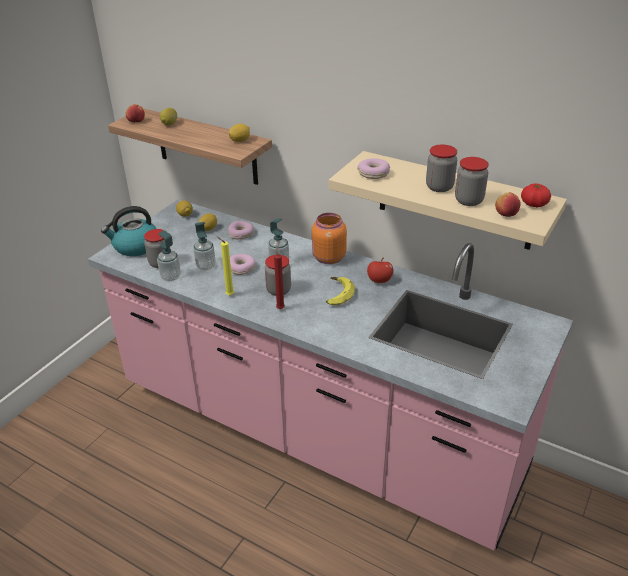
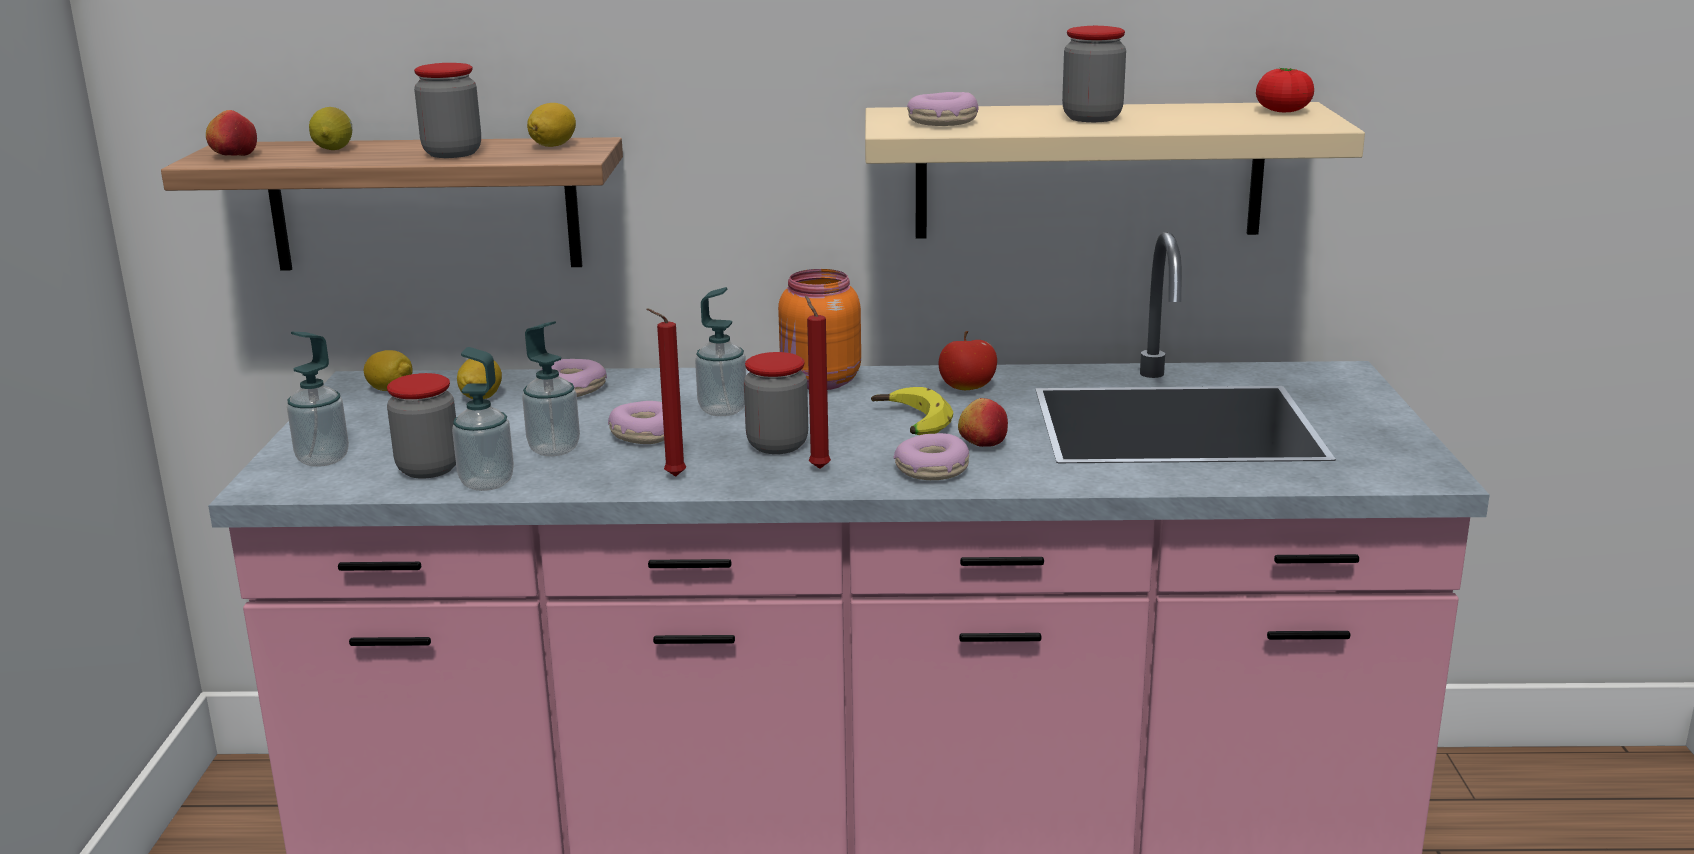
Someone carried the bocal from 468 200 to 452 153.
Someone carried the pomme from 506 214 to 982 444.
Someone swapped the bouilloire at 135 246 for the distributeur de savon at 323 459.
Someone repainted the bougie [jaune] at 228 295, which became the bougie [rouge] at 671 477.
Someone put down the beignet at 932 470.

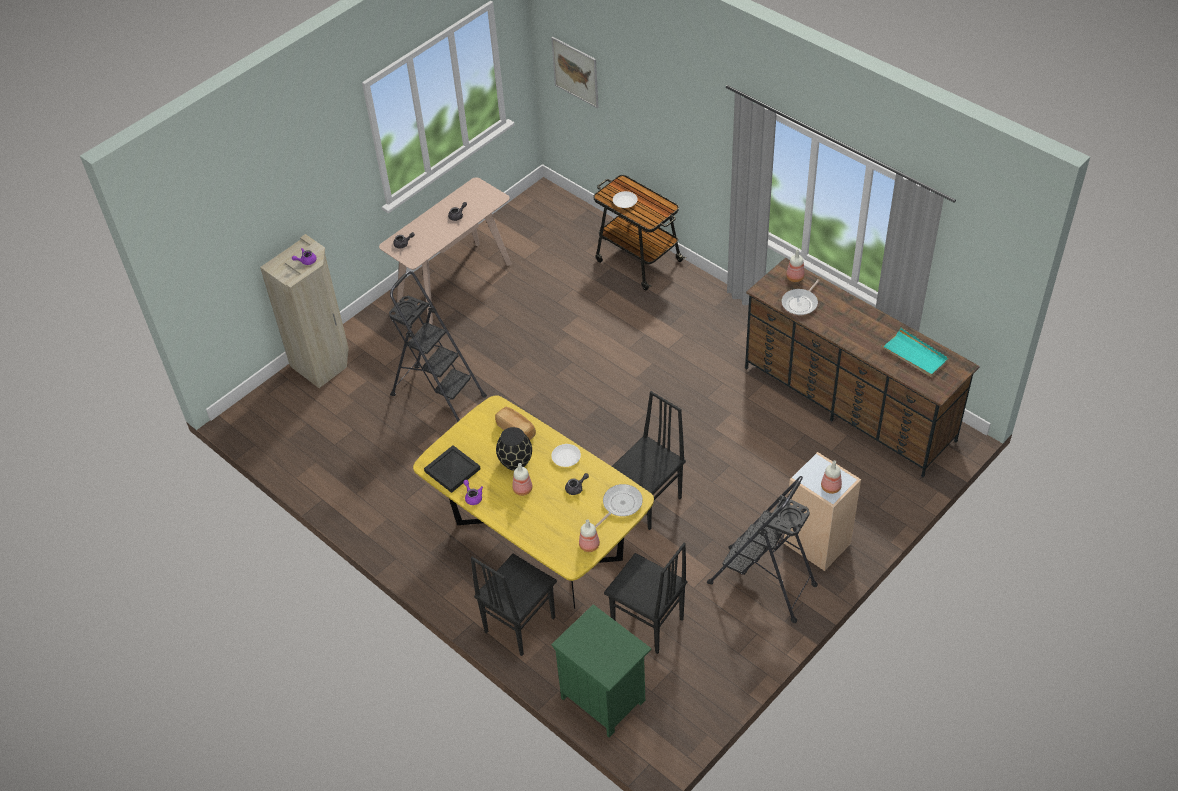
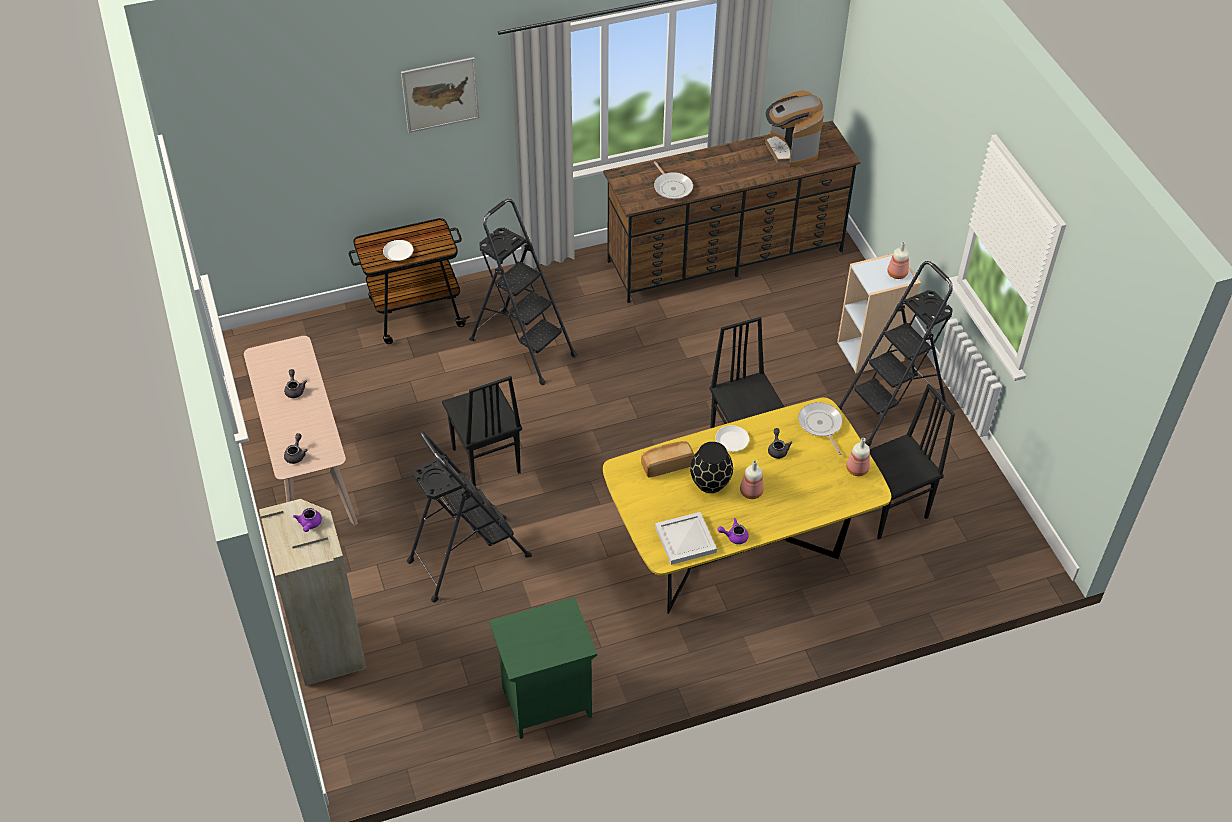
Someone carried the tableau from 575 72 to 440 94.
Someone took away the bouteille at 794 277.
Someone swapped the plateau [turquoise] at 914 355 for the machine à café at 791 149.
Someone repainted the plateau [noir] at 452 469, which became the plateau [blanc] at 684 539.
Someone carried the chaise [noir] from 518 625 to 485 461.
Someone carried the table de chevet [vert] from 604 697 to 544 700.
Someone put down the escabeau at 521 346.

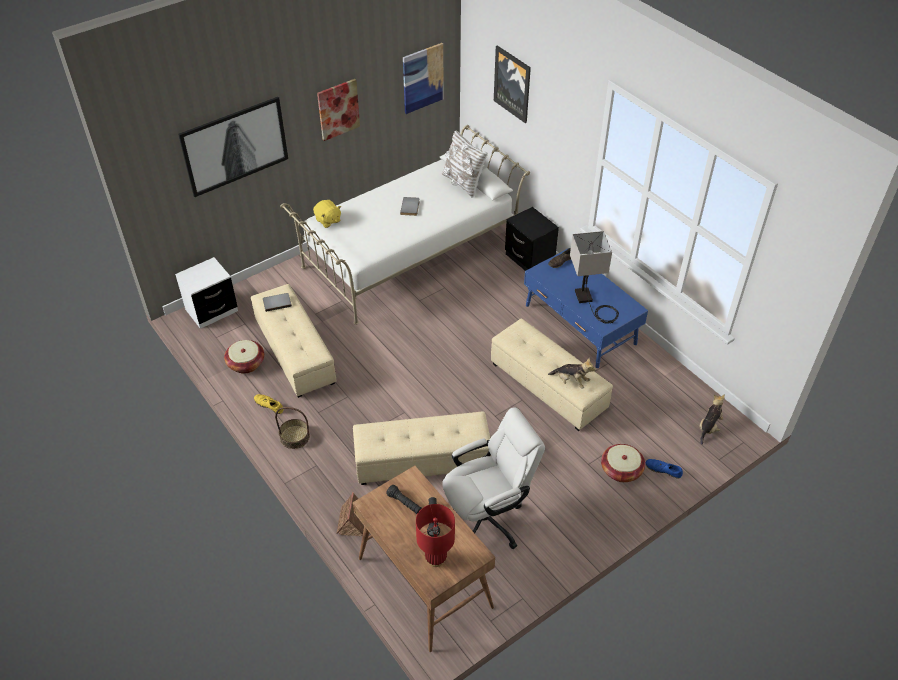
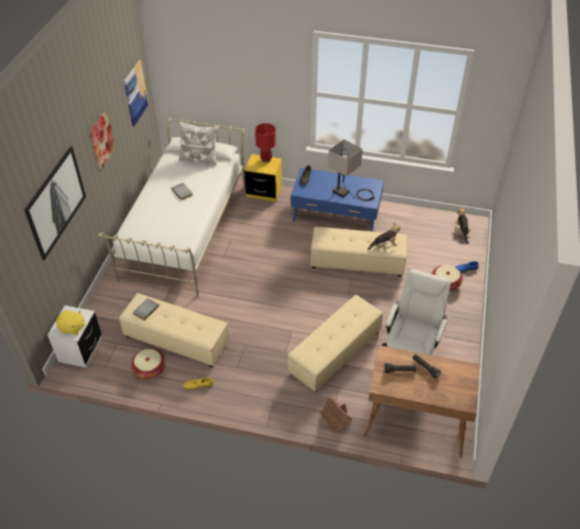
Someone took away the tableau at 512 84.
Someone carried the peluche [jaune] from 328 220 to 72 328.
Someone repainted the table de chevet [noir] at 529 258, which became the table de chevet [jaune] at 264 192.
Someone took away the panier at 294 437.
Someone carried the lampe de table [rouge] from 436 559 to 266 160.

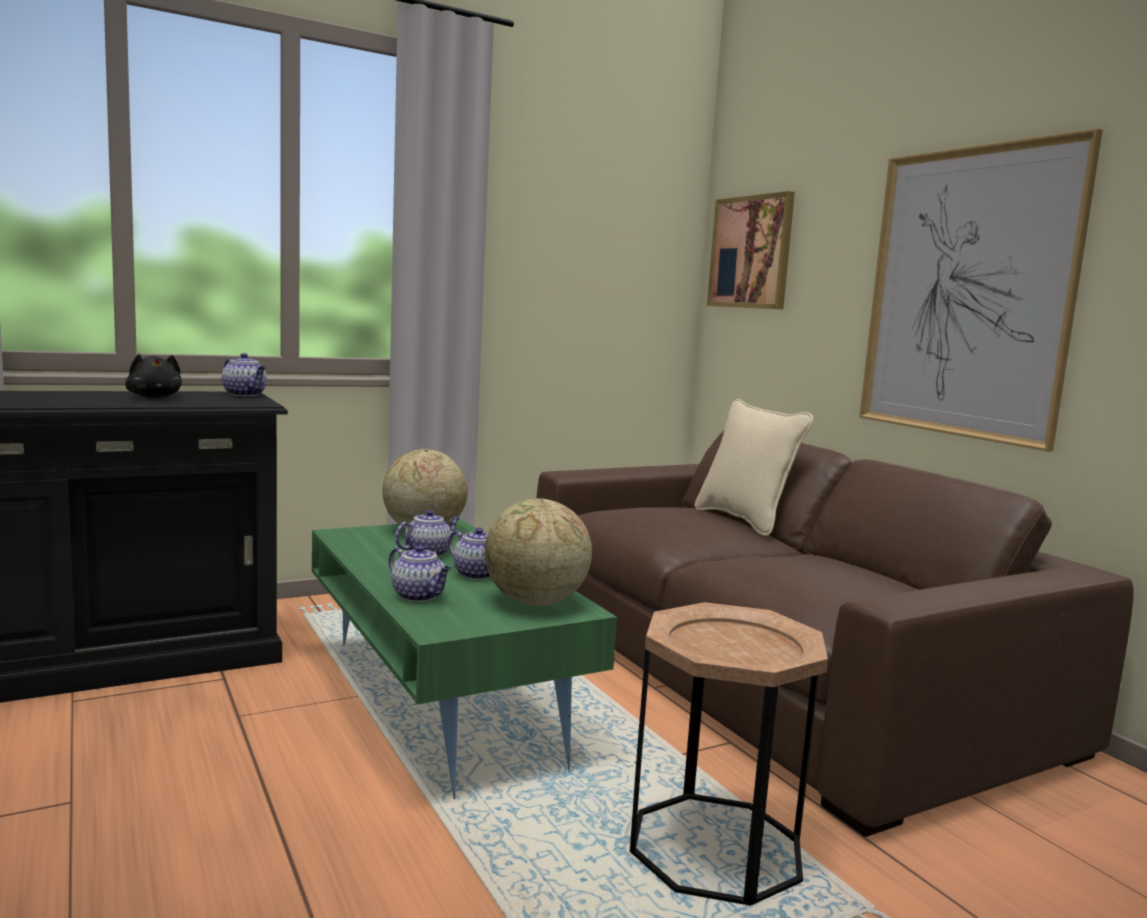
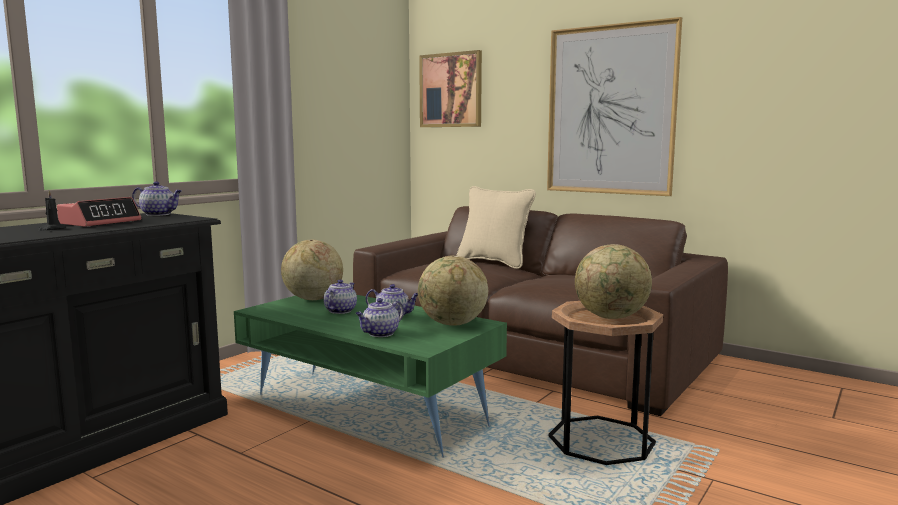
Someone swapped the peluche [noir] at 154 397 for the réveil at 100 222.
Someone rotated the théière at 419 596 by 120 degrees clockwise.
Someone put down the bougie [noir] at 52 229.
Someone put down the globe at 611 317.

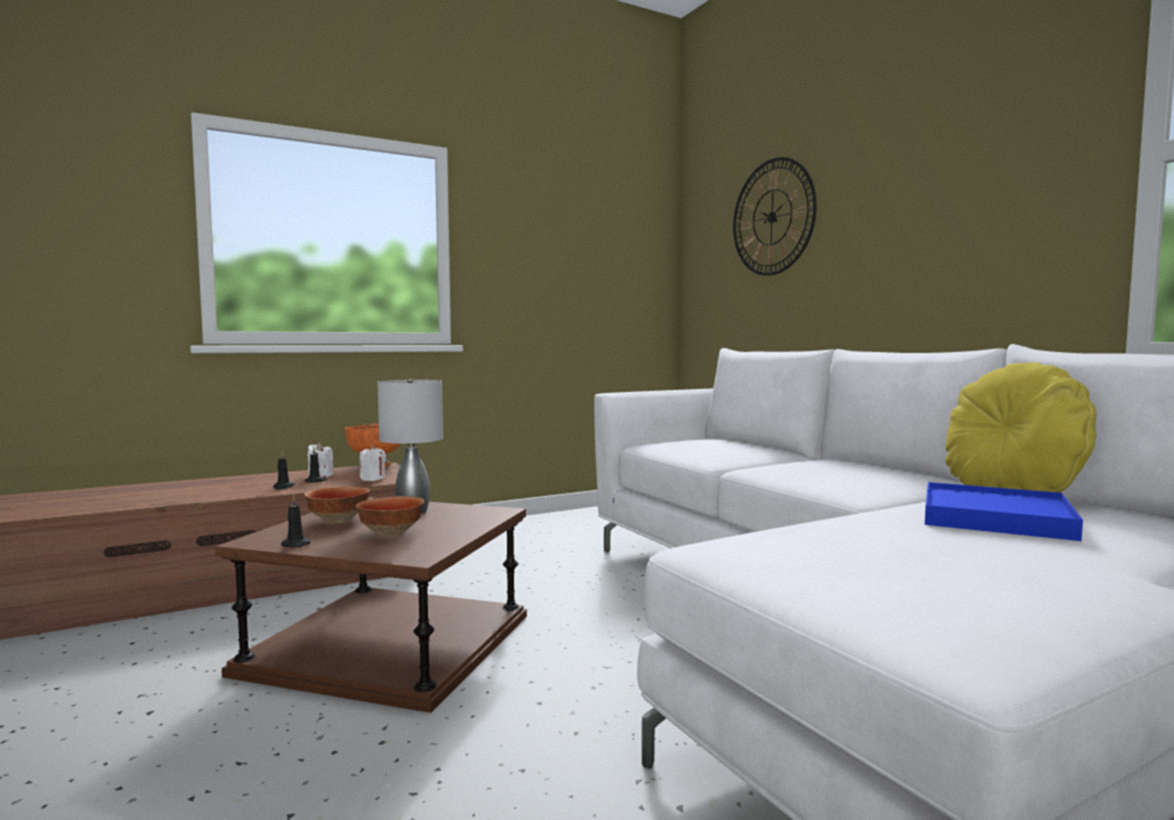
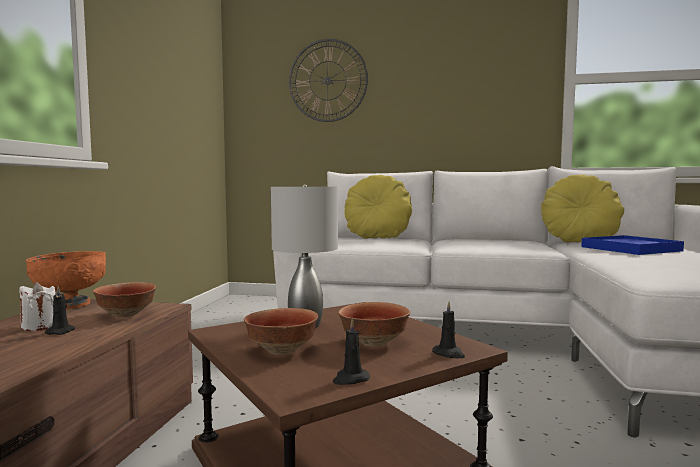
Someone swapped the bougie [blanc] at 372 479 for the bol at 127 314.
Someone carried the bougie [noir] from 283 487 to 449 354.
Someone put down the coussin [jaune] at 377 238.

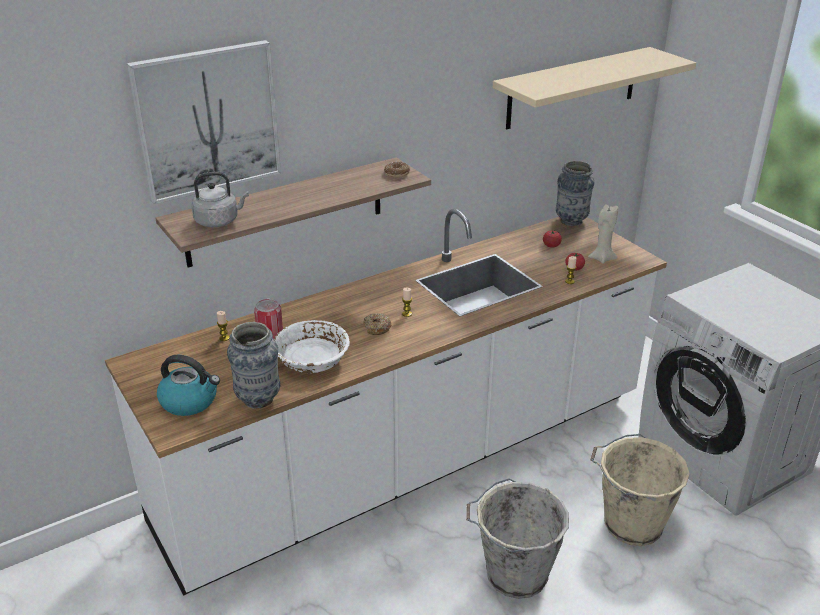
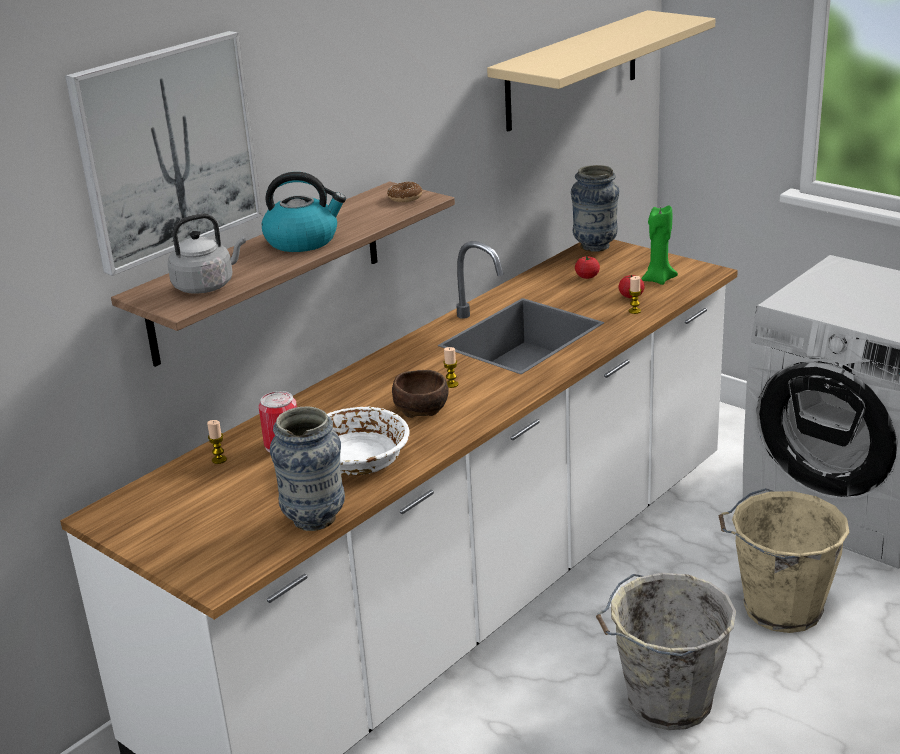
Someone repainted the bougie [beige] at 602 258, which became the bougie [vert] at 658 280.
Someone swapped the beignet at 377 328 for the bol [marron] at 422 408.
Someone carried the bouilloire from 190 401 to 303 241.

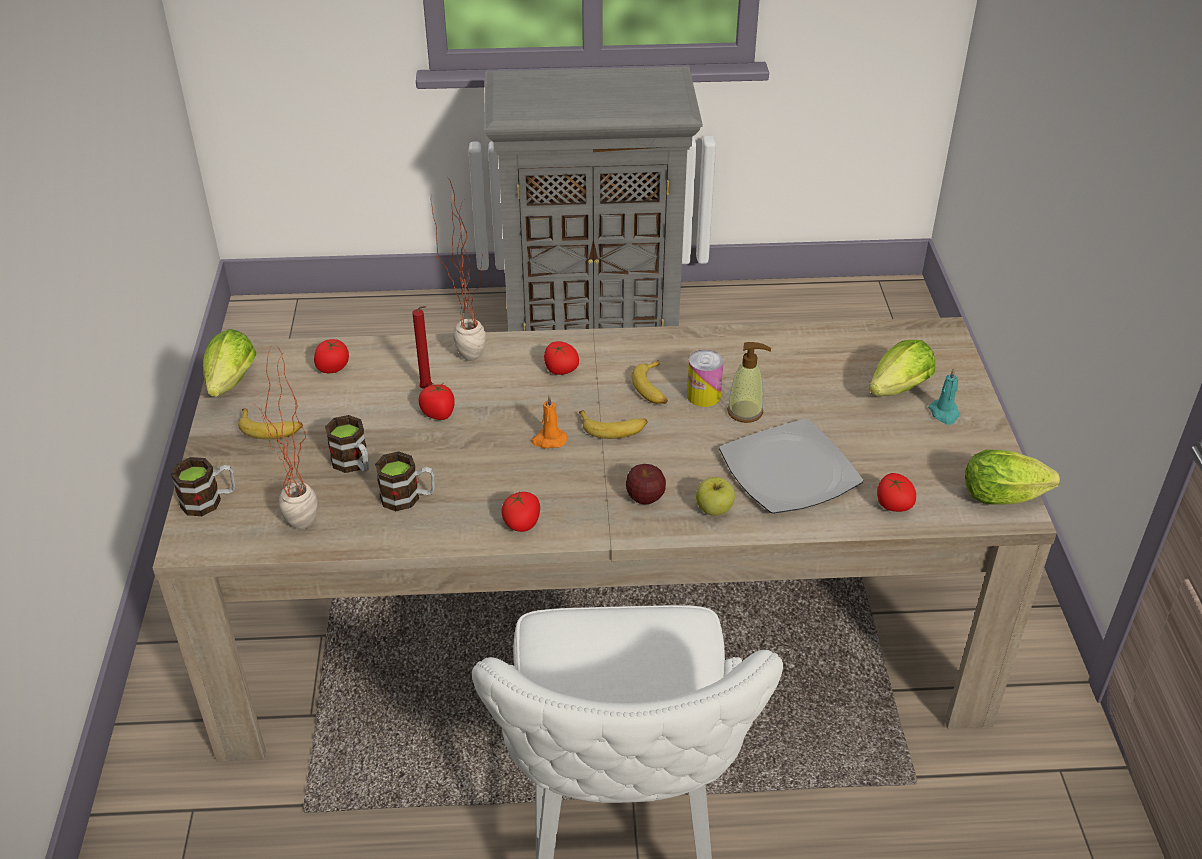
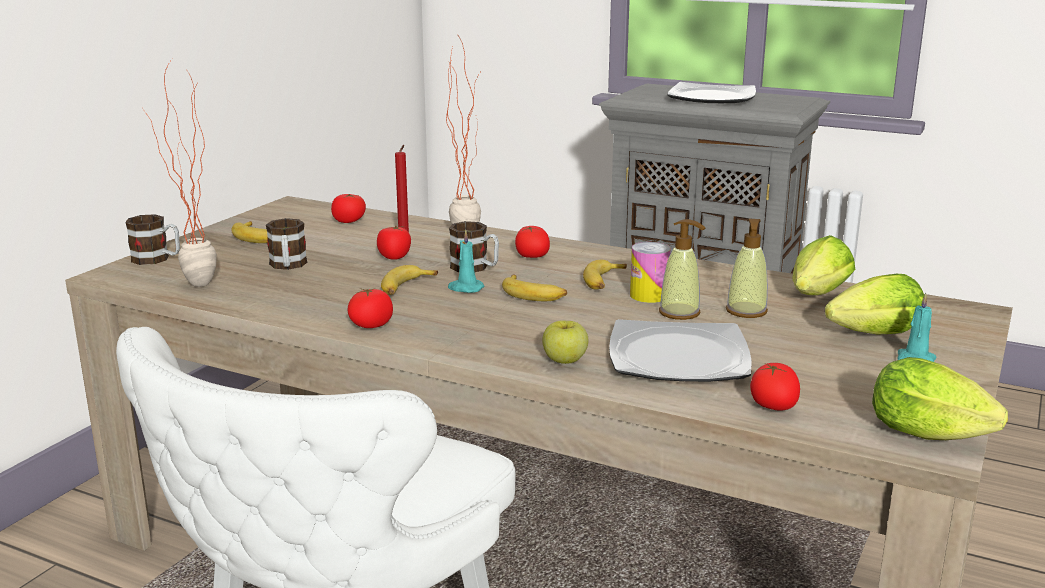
Someone carried the laitue from 230 386 to 816 297.
Someone repainted the bougie [orange] at 548 440, which became the bougie [turquoise] at 465 288.
Someone carried the mug from 408 497 to 475 268.
Someone took away the pomme at 645 498.
Someone put down the assiette at 712 97.
Someone put down the distributeur de savon at 746 311.
Someone put down the banane at 405 288.

